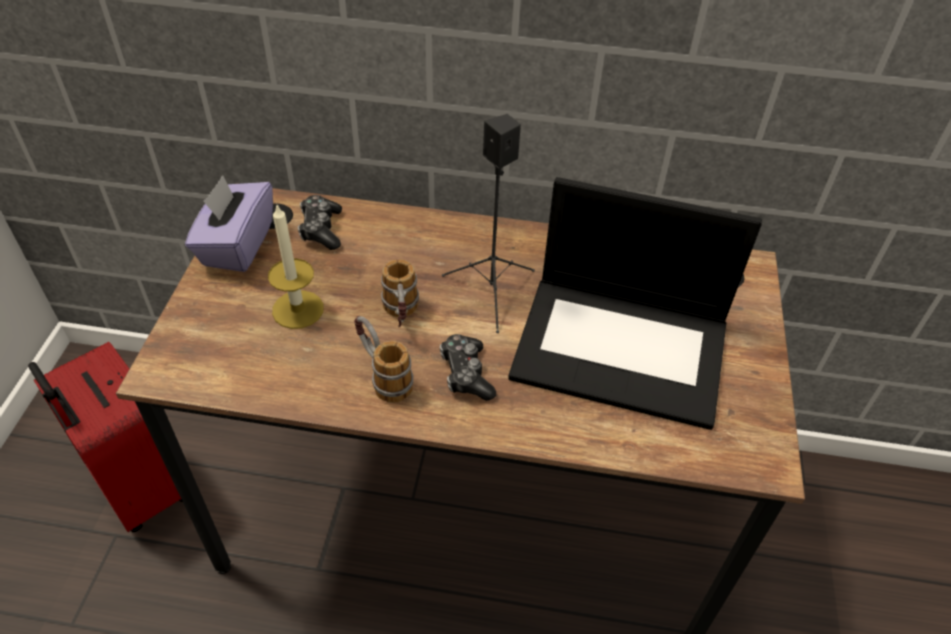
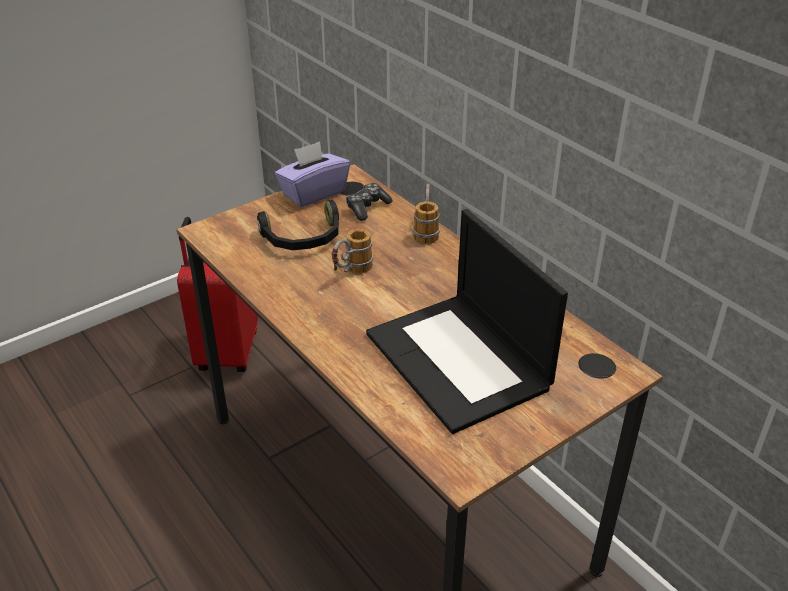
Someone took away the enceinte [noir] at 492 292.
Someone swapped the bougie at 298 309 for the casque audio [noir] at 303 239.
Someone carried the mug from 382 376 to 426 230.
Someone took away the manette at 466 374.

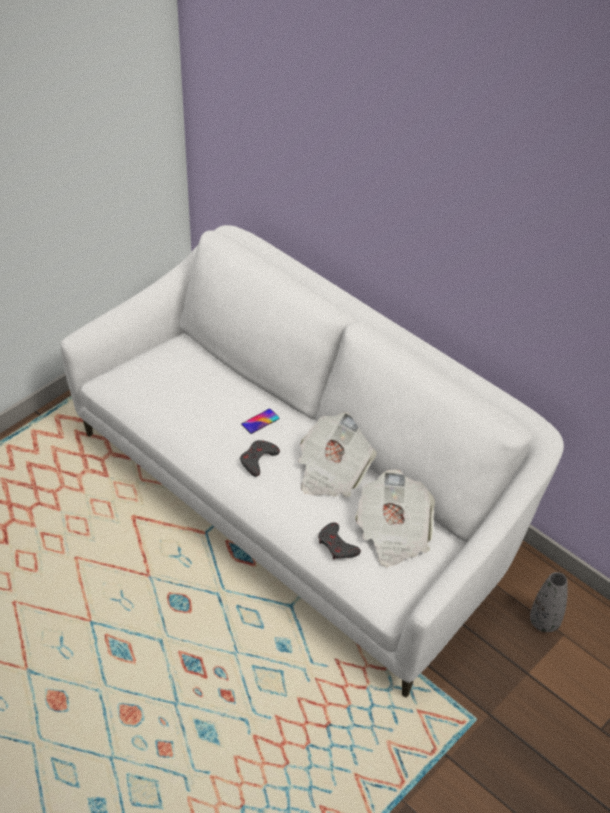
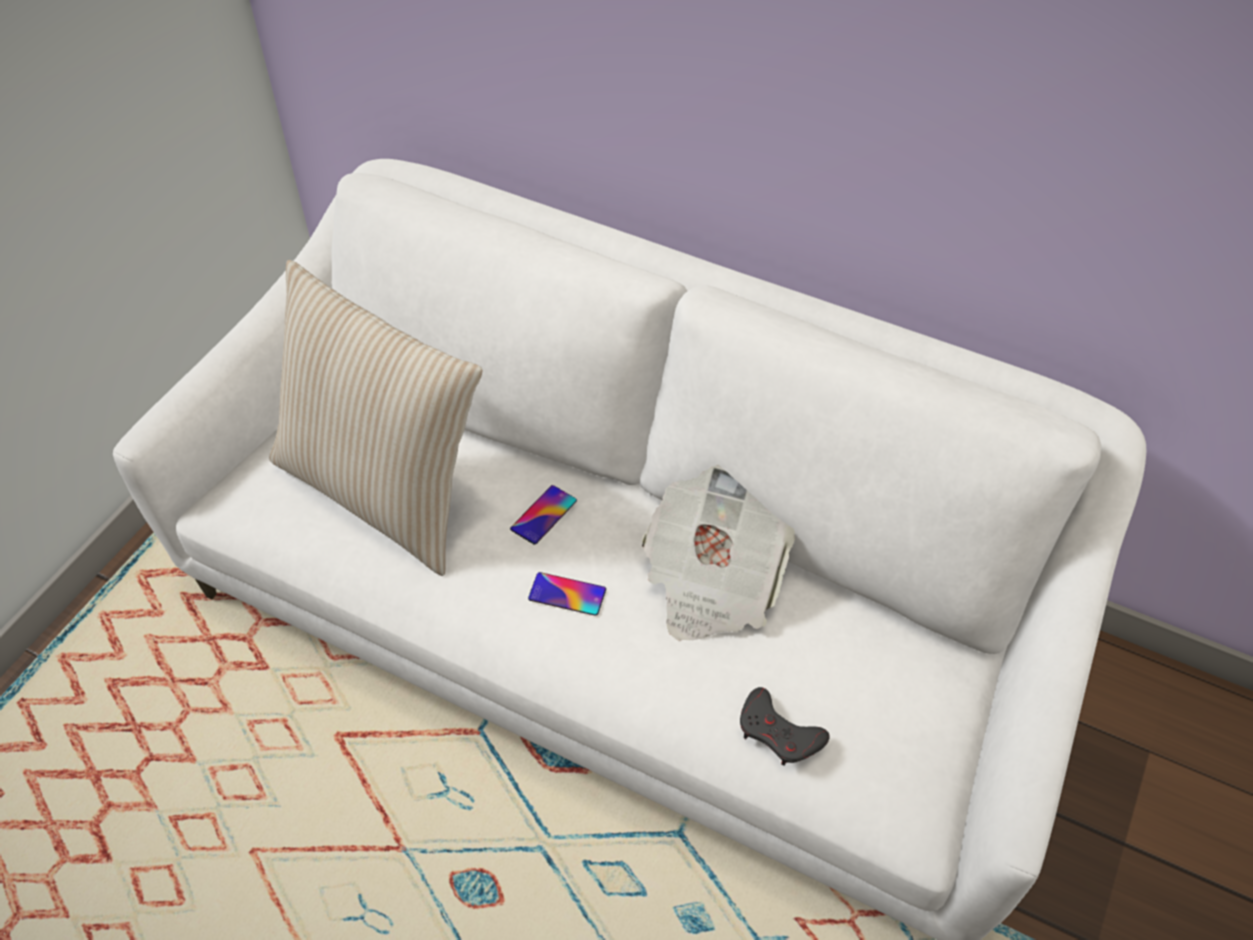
Someone swapped the manette [gris] at 258 460 for the téléphone at 567 594.
Someone took away the journal at 393 533.
Someone took away the vase [gris] at 544 622.
Someone put down the coussin [beige] at 383 490.

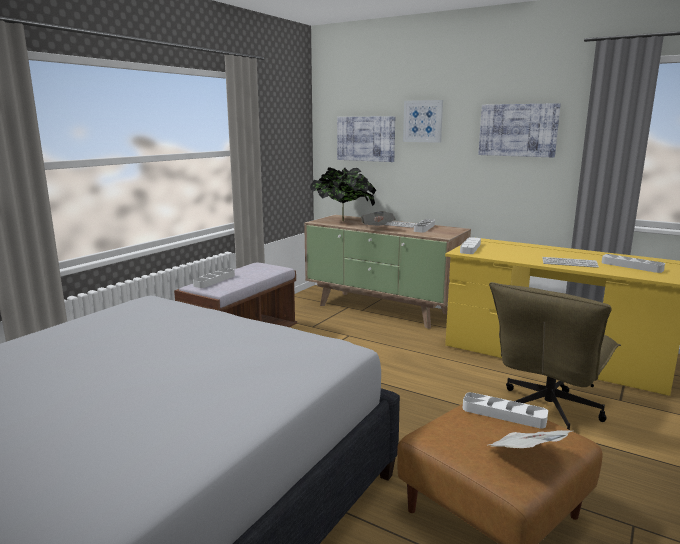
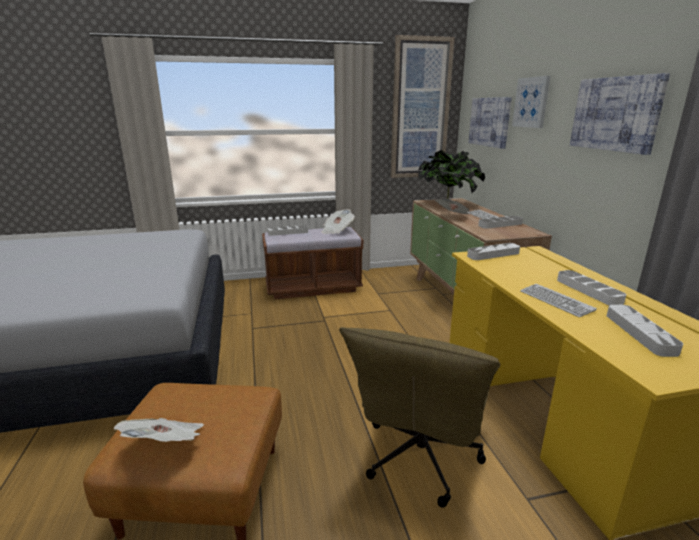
Someone rotated the chaise de bureau [beige] at 548 410 by 60 degrees counterclockwise.
Someone carried the plateau [blanc] from 503 414 to 588 291.
Someone put up the tableau at 420 110.
Someone put down the journal at 337 231.

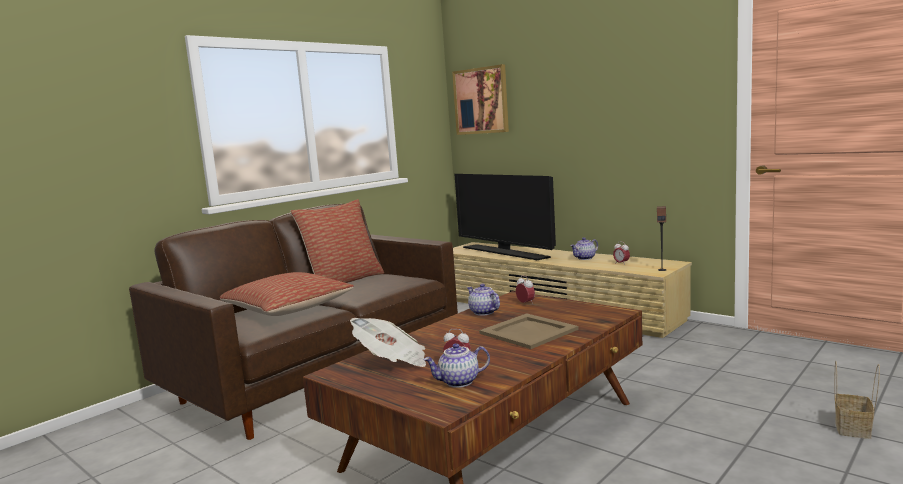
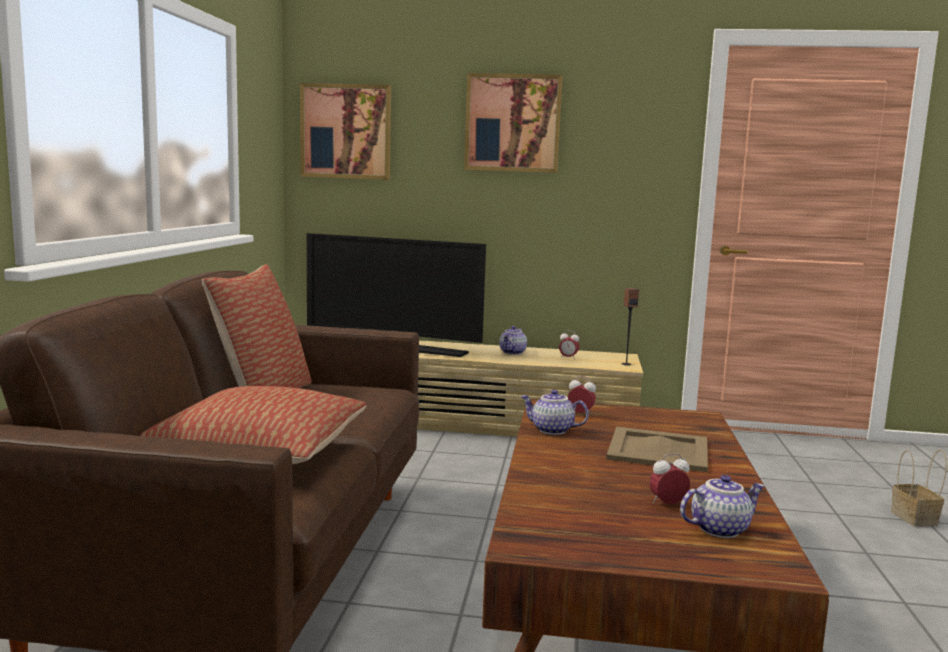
Someone took away the journal at 392 361.
Someone rotated the théière at 458 382 by 150 degrees counterclockwise.
Someone put up the tableau at 513 123.

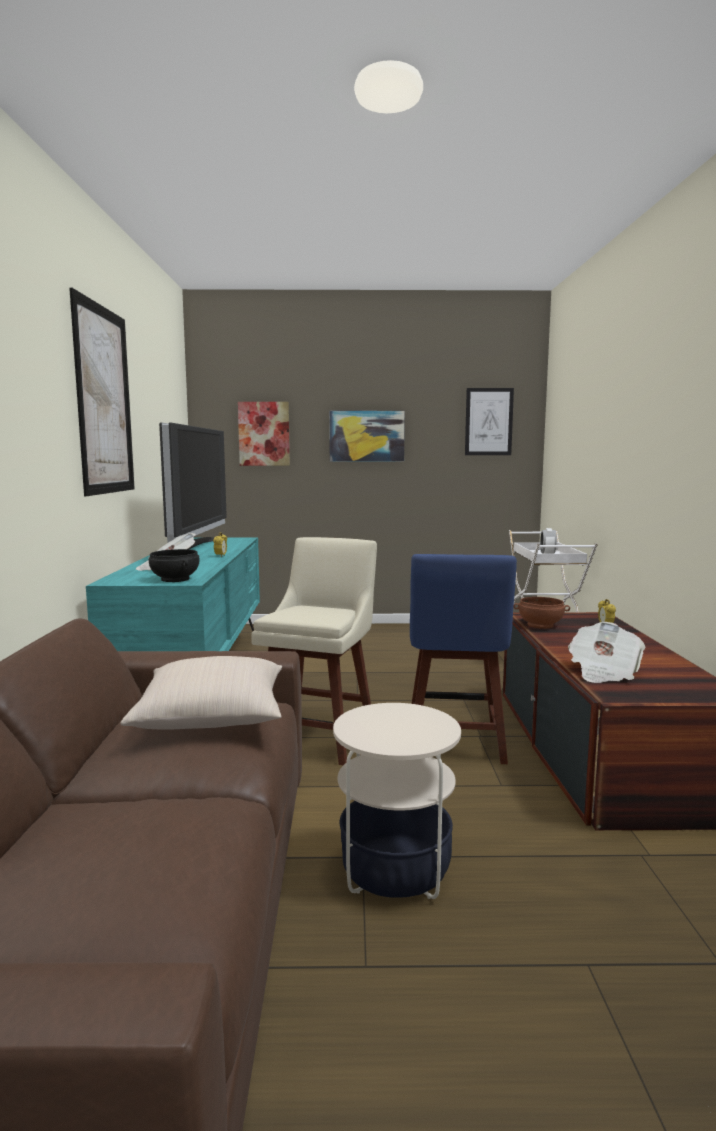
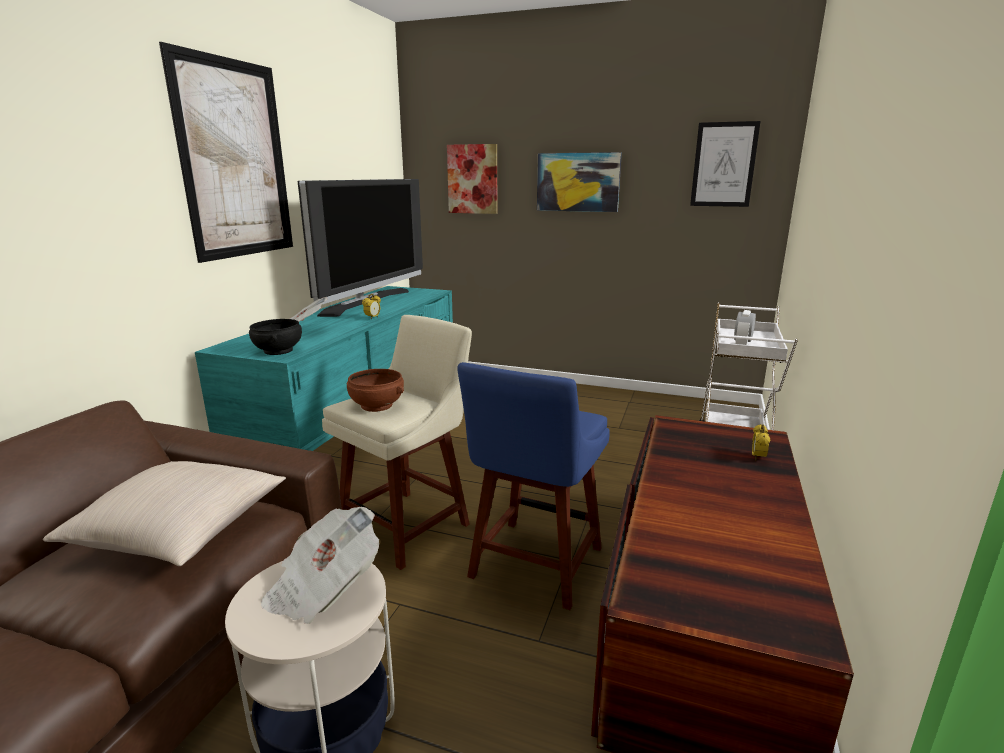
Someone carried the bol [marron] from 540 625 to 376 406.
Someone carried the journal from 603 672 to 323 588.

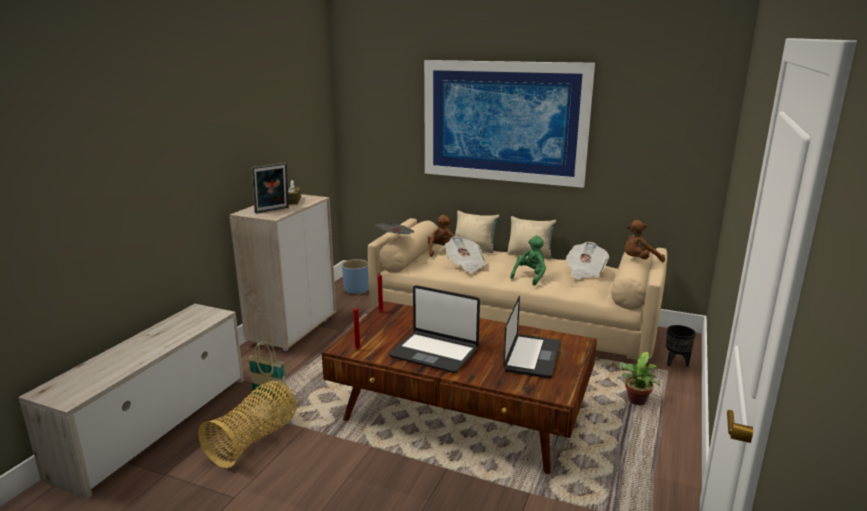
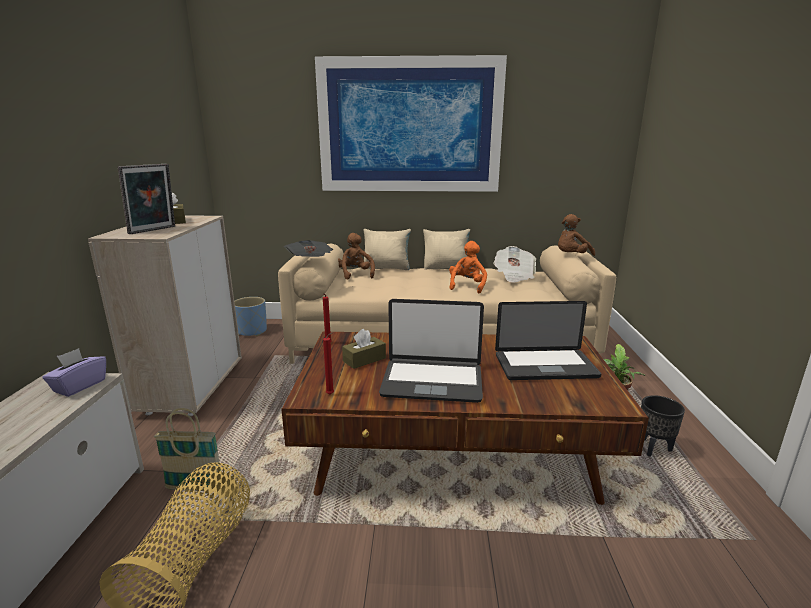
Someone took away the journal at 465 265.
Someone repainted the peluche [vert] at 530 276, which became the peluche [orange] at 467 286.
Someone rotated the ordinateur portable at 532 357 by 90 degrees clockwise.
Someone carried the cache-pot [noir] from 676 363 to 654 449.
Someone put down the boîte à mouchoirs [marron] at 364 359.
Someone put down the boîte à mouchoirs [violet] at 79 386.

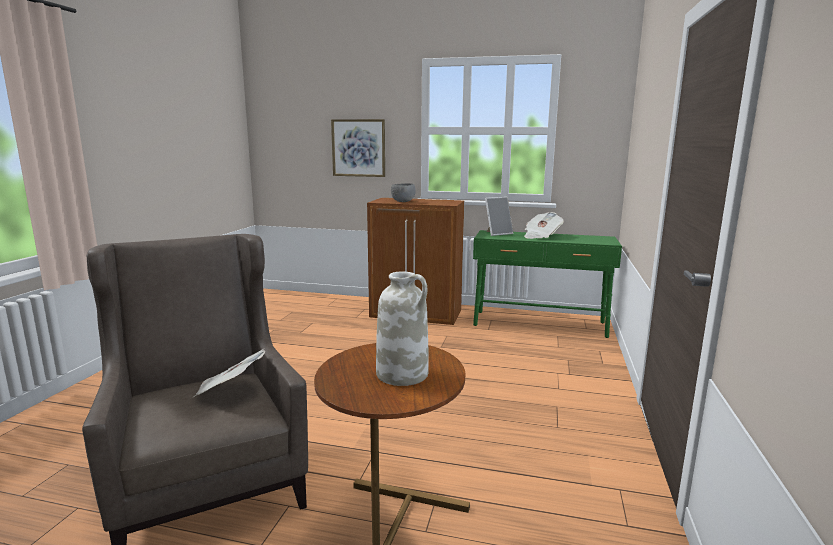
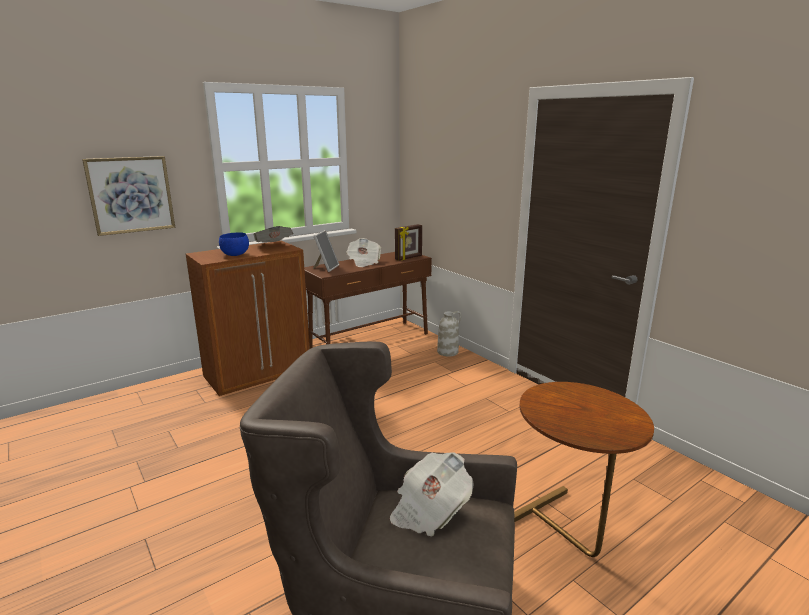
Someone repainted the bol [gris] at 403 202, which became the bol [bleu] at 235 255.
Someone repainted the table console [vert] at 539 324, which became the table console [marron] at 370 341.
Someone carried the vase [blanc] from 403 374 to 448 352.
Someone put down the cadre photo at 409 258.
Someone put down the journal at 274 246.

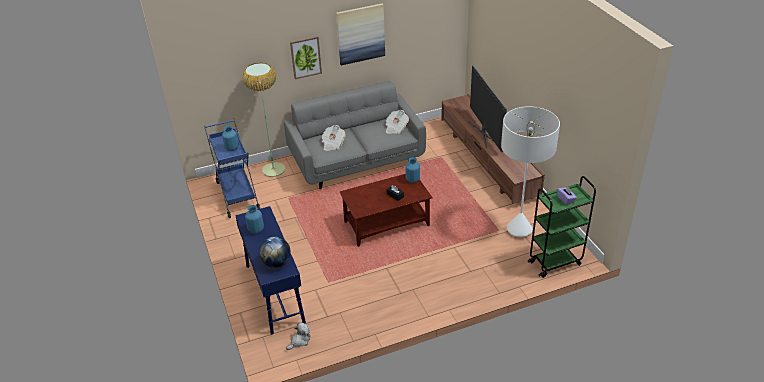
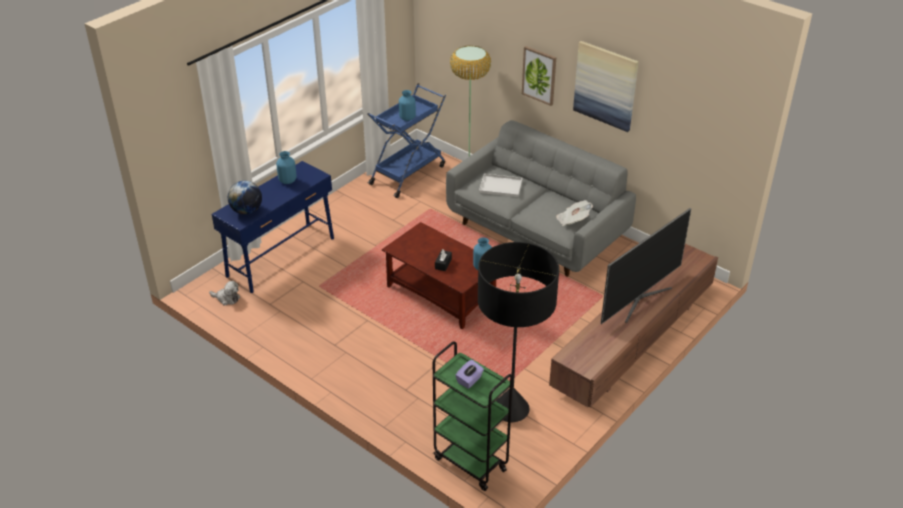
Someone repainted the lampadaire [blanc] at 519 230, which became the lampadaire [noir] at 511 411.
Someone swapped the journal at 333 144 for the plateau [blanc] at 499 186.

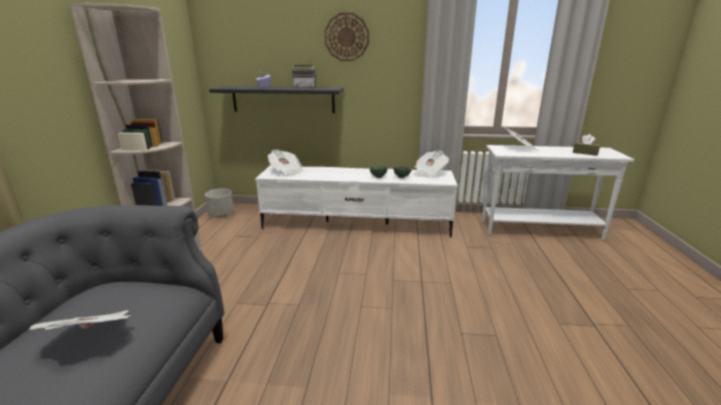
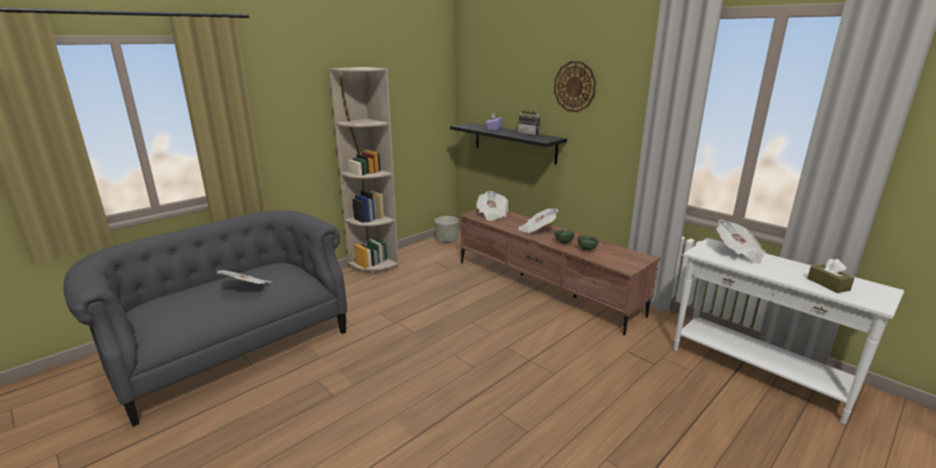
Someone carried the journal from 429 173 to 537 230.
Someone repainted the meuble télé [blanc] at 357 224, which became the meuble télé [marron] at 546 287.

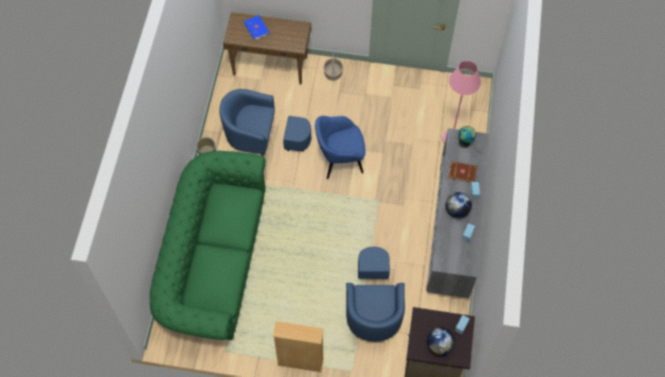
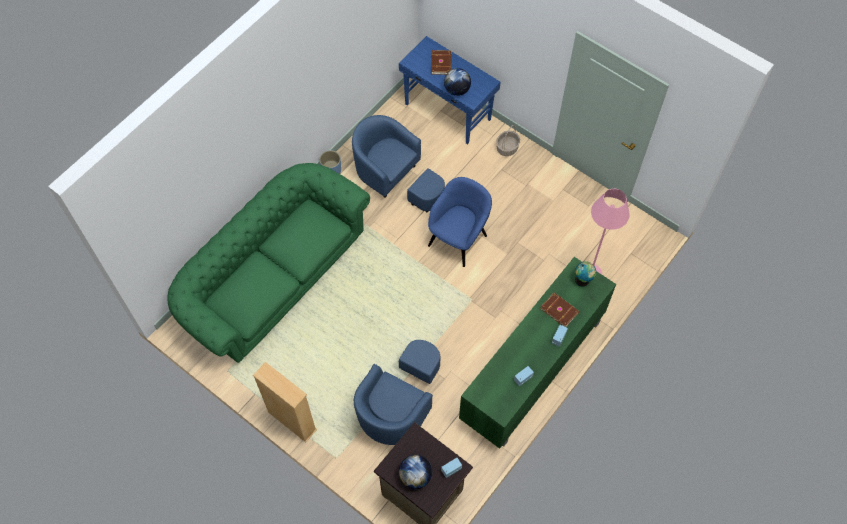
Someone repainted the table console [marron] at 270 66, which became the table console [bleu] at 448 112.
Someone repainted the livre [bleu] at 257 28, which became the livre [marron] at 441 63.
Someone rotated the fauteuil [bleu] at 339 160 by 105 degrees clockwise.
Someone repainted the meuble télé [gris] at 453 229, which became the meuble télé [vert] at 532 369.
Someone carried the globe from 457 211 to 457 90.

